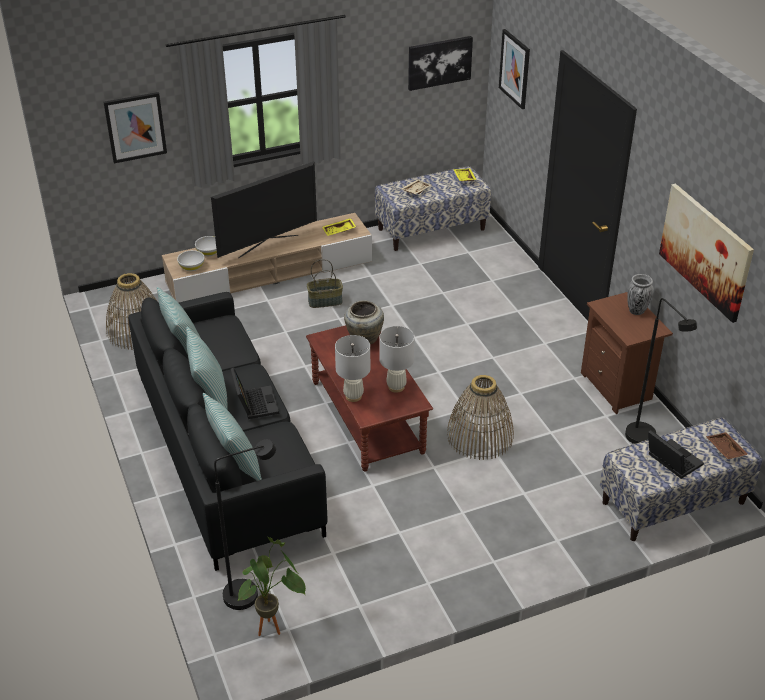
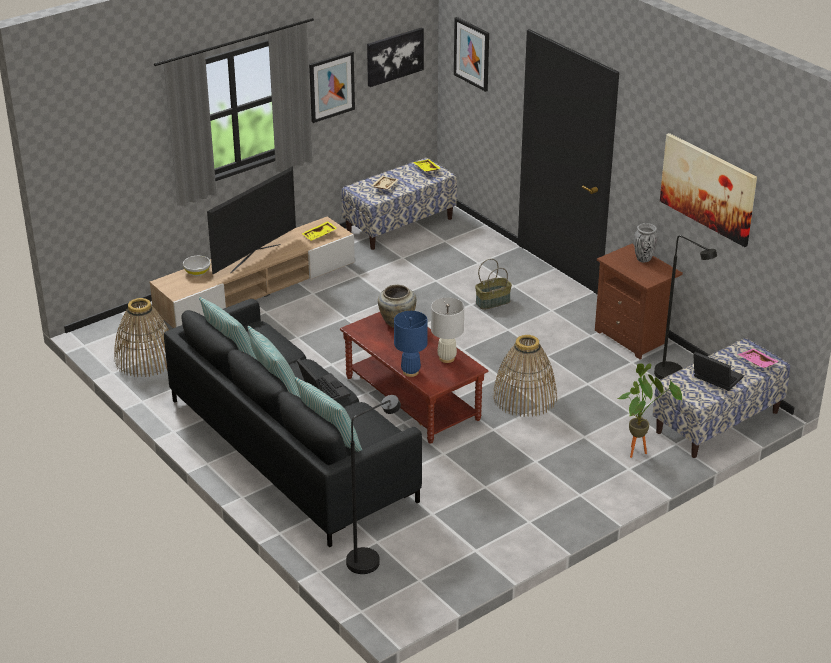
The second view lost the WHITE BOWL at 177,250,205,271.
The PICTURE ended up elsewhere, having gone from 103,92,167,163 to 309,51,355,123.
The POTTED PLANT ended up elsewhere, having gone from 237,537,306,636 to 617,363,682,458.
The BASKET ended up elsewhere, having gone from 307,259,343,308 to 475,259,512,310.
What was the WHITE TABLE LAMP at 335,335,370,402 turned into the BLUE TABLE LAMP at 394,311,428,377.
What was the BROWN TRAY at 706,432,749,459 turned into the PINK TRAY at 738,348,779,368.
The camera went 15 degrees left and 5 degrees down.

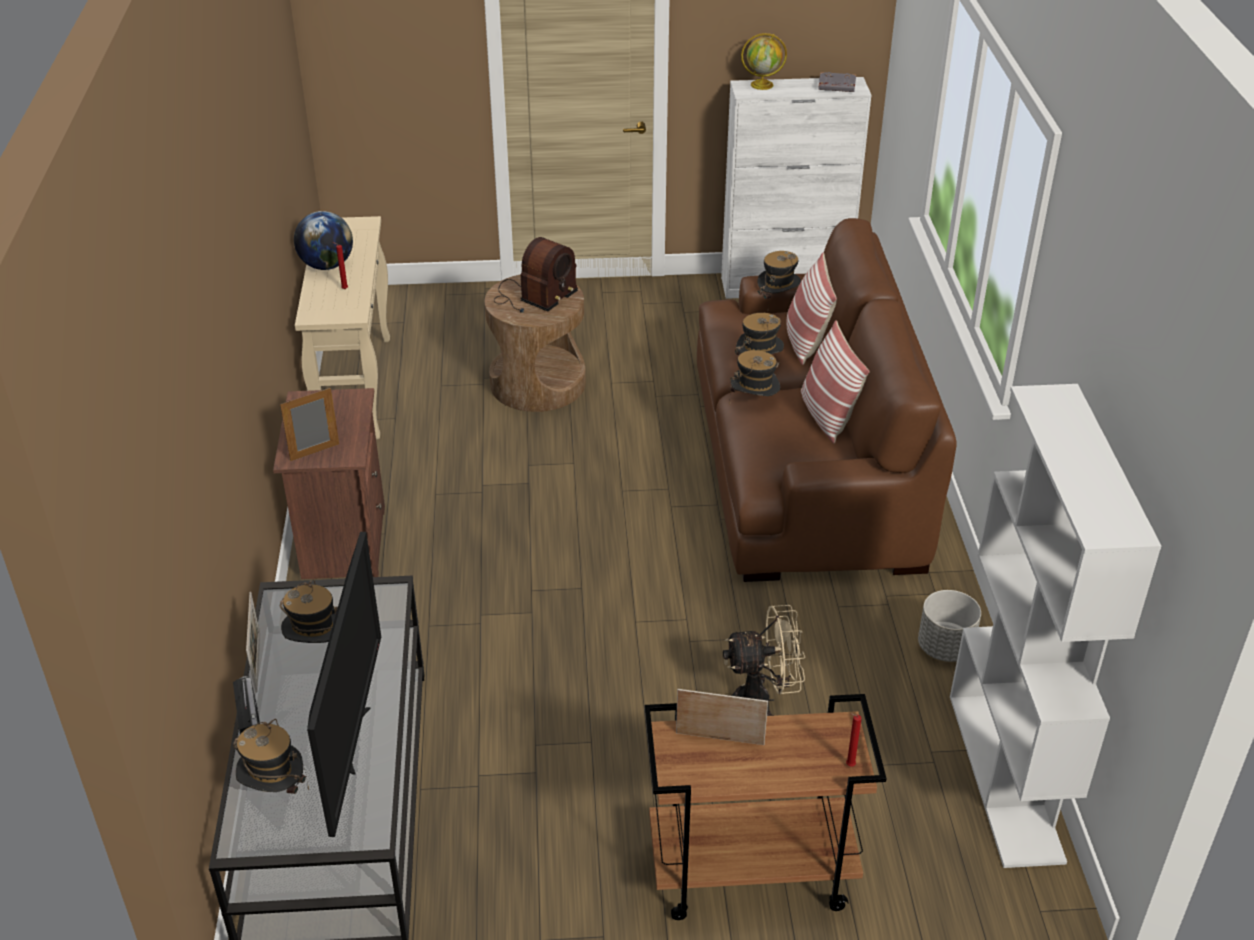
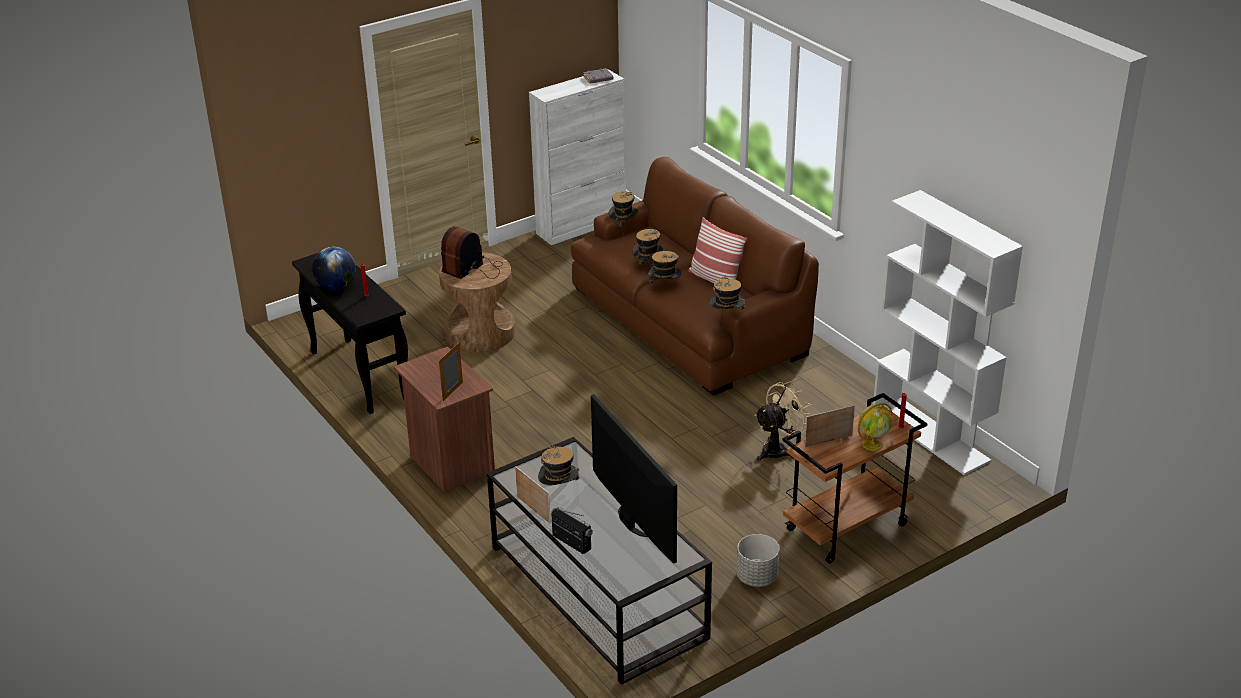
The second view lost the PILLOW at 787,253,837,365.
The HAT ended up elsewhere, having gone from 233,719,309,794 to 709,276,746,310.
The GLOBE ended up elsewhere, having gone from 741,33,787,90 to 858,402,892,451.
The GREY PLANTER ended up elsewhere, having gone from 918,590,981,662 to 737,534,780,587.
What was the BEIGE CONSOLE TABLE at 295,216,390,440 turned into the BLACK CONSOLE TABLE at 292,253,408,414.
The RADIO at 494,237,578,313 ended up facing another way, 150 degrees counterclockwise from before.
The camera went 30 degrees left and 5 degrees down.

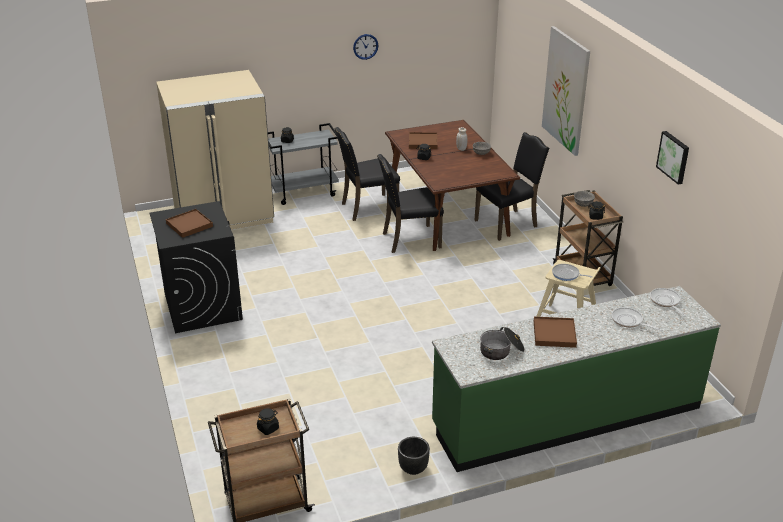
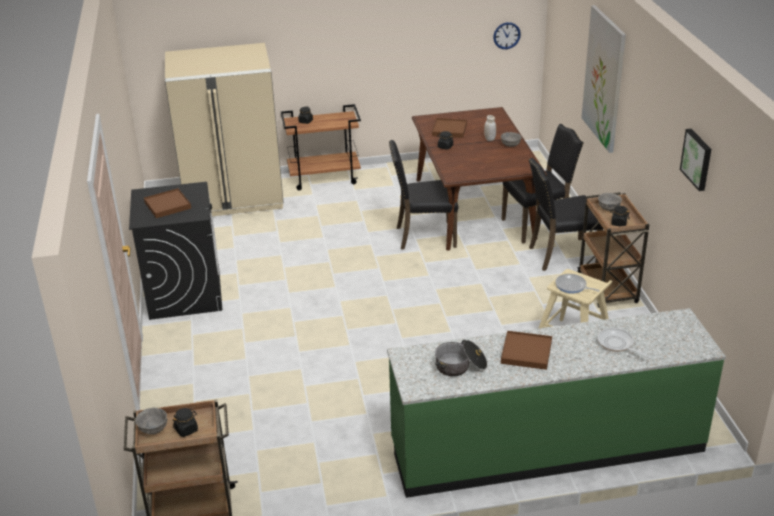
The second view lost the BLACK PLANTER at 398,437,430,475.
The second view lost the FRYING PAN at 650,288,686,317.
The second view gained the GREY BOWL at 135,408,167,434.
The BLACK CHAIR ended up elsewhere, having gone from 335,127,400,221 to 529,158,603,271.
The WALL CLOCK ended up elsewhere, having gone from 353,34,379,60 to 493,22,521,49.
What was the GREY CART at 268,123,339,205 turned into the BROWN CART at 281,104,361,190.
The camera went 10 degrees right and 0 degrees up.

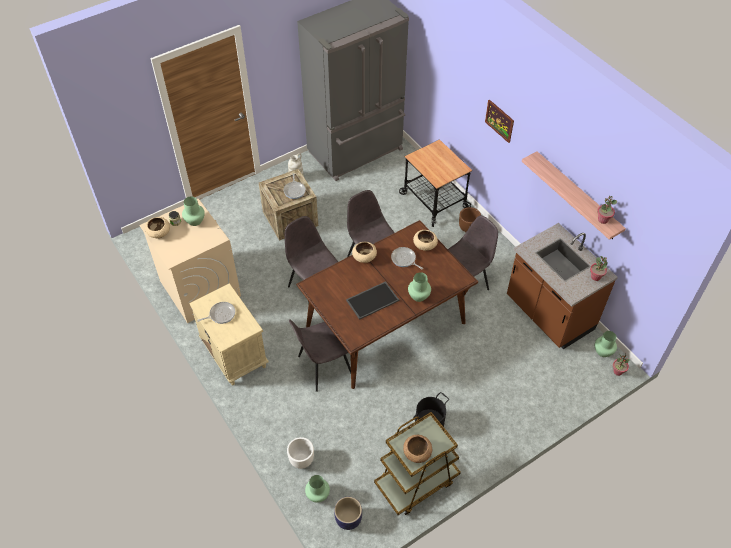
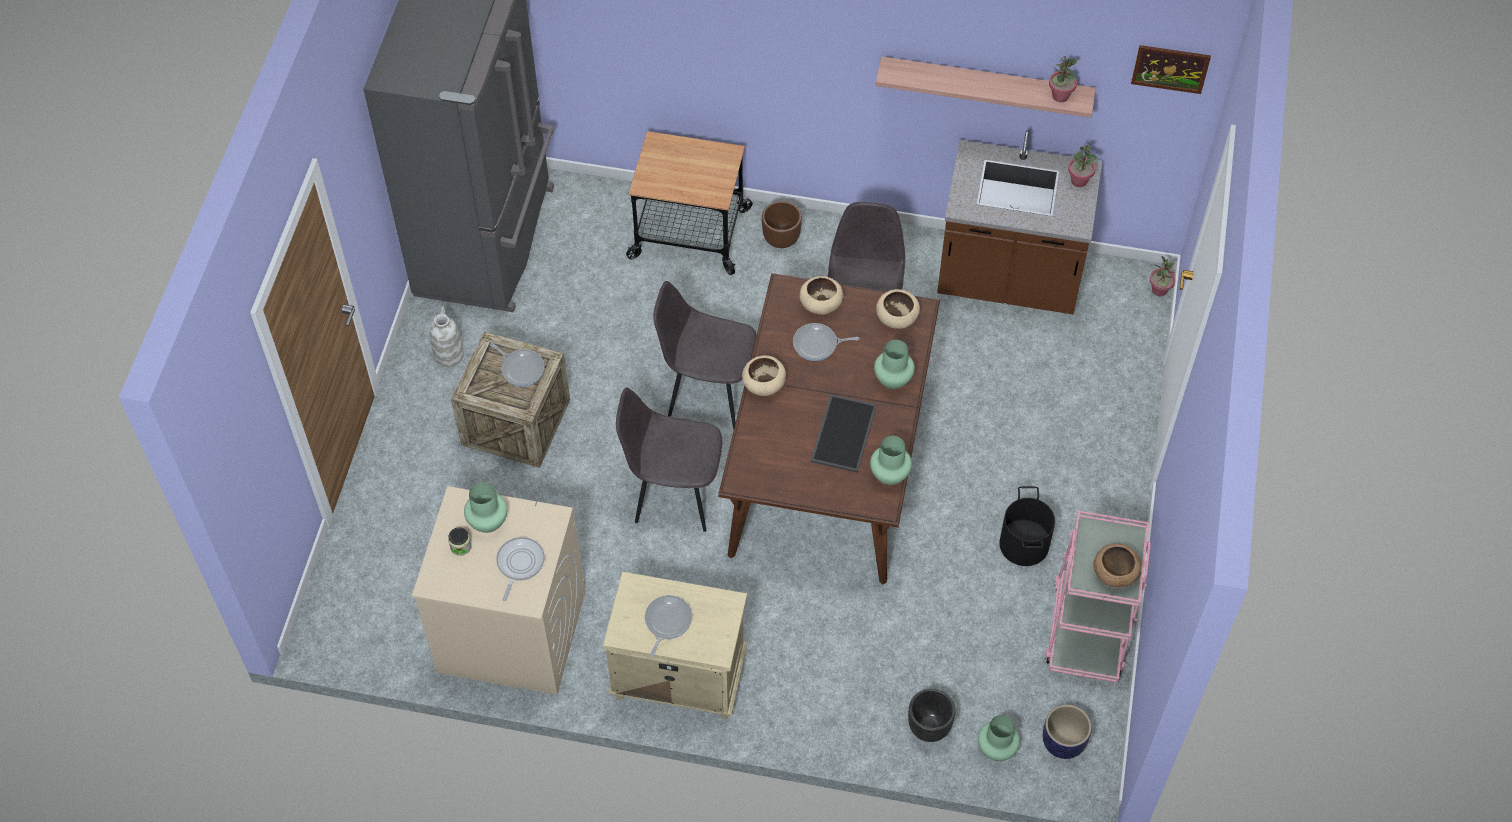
The second view lost the GREY CHAIR at 289,319,351,392.
The second view gained the FRYING PAN at 496,537,545,601.
The BEIGE BOWL ended up elsewhere, having gone from 145,217,170,239 to 876,289,920,329.
The PICTURE ended up elsewhere, having gone from 485,99,514,143 to 1131,45,1211,94.
The GREEN VASE ended up elsewhere, having gone from 595,331,617,357 to 870,436,912,485.
What was the WHITE PLANTER at 287,437,314,469 turned into the BLACK PLANTER at 908,688,955,742.
What was the BROWN CART at 374,412,461,515 turned into the PINK CART at 1045,511,1151,683.
The camera went 45 degrees left and 5 degrees up.

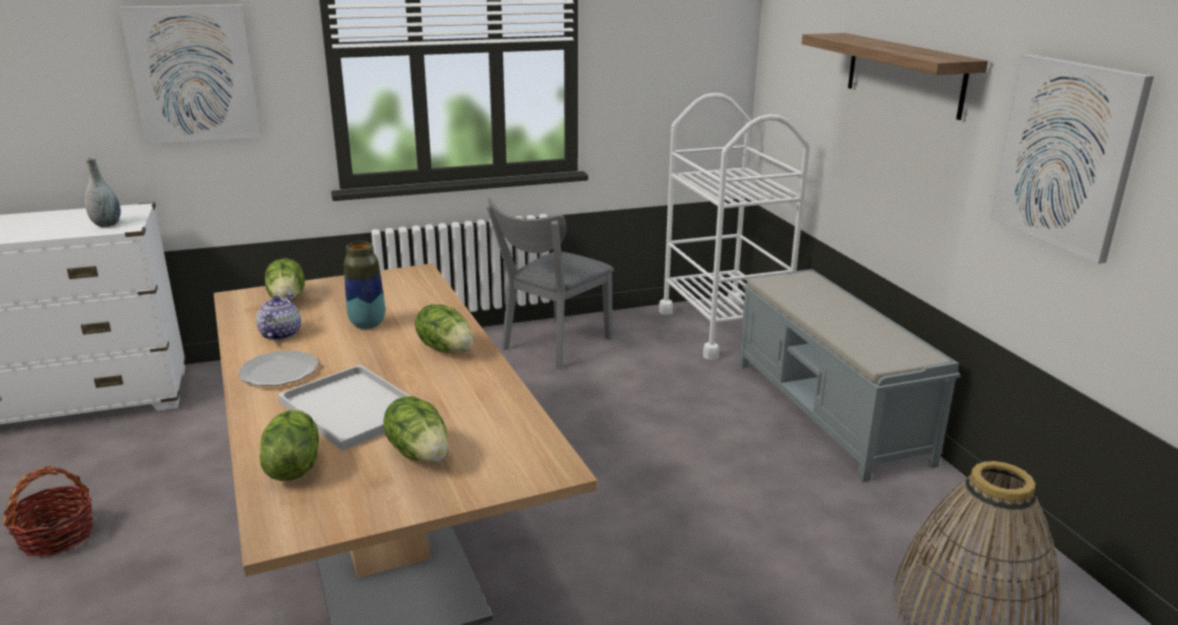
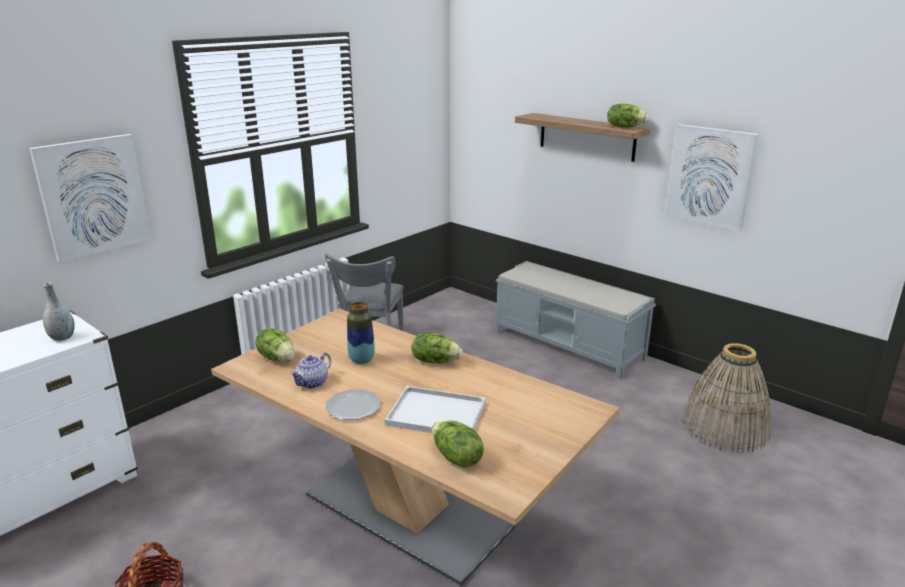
The second view lost the WHITE CART at 659,93,810,360.
The LETTUCE ended up elsewhere, having gone from 383,396,448,463 to 607,104,648,128.
The TEAPOT at 256,293,301,340 ended up facing another way, 120 degrees counterclockwise from before.
The camera went 30 degrees left and 0 degrees up.

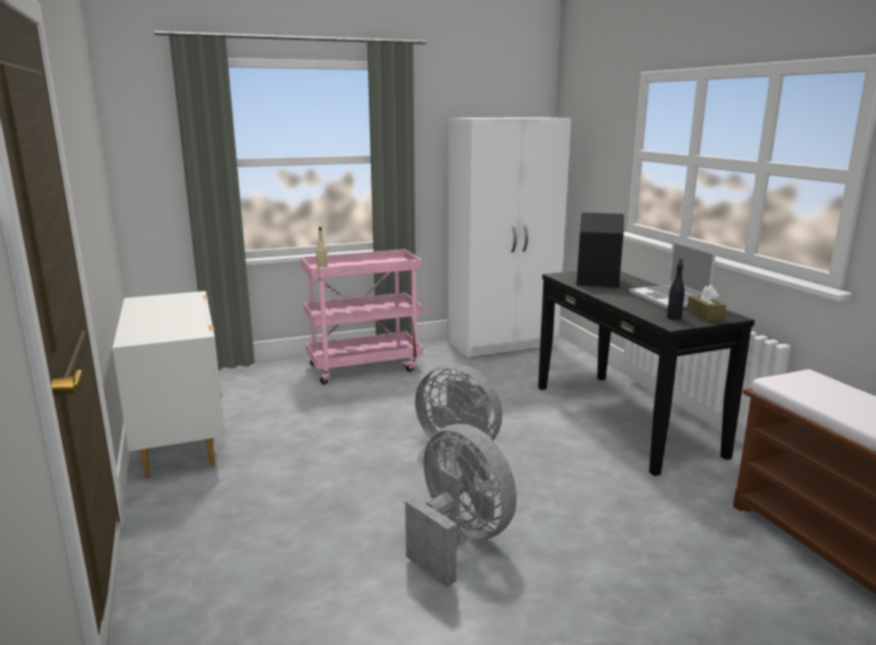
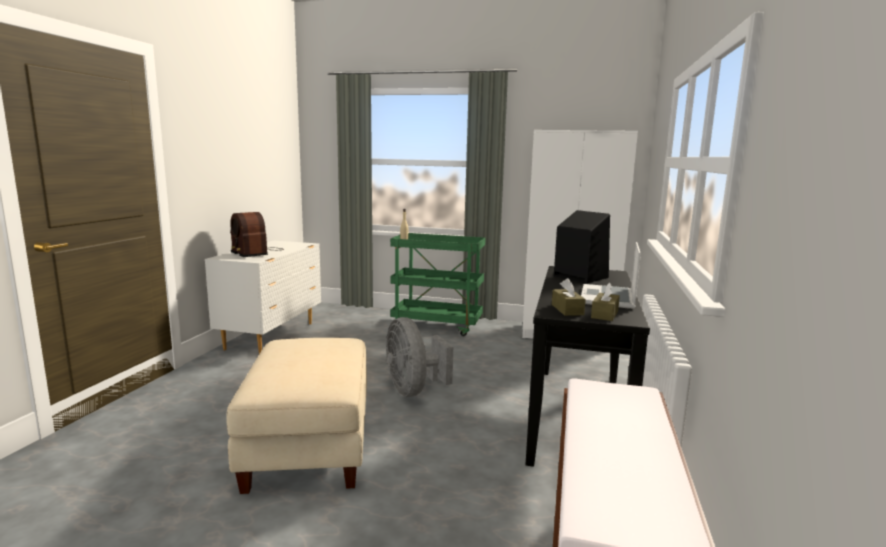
The second view gained the RADIO at 230,212,284,257.
Where the GREY FAN stood at 405,424,517,587, the BEIGE OTTOMAN came to stand at 226,338,367,494.
Where the BLACK BOTTLE stood at 667,258,685,320, the BROWN TISSUE BOX came to stand at 552,278,586,316.
What was the PINK CART at 301,249,423,385 turned into the GREEN CART at 390,233,486,336.
The camera went 35 degrees right and 5 degrees down.

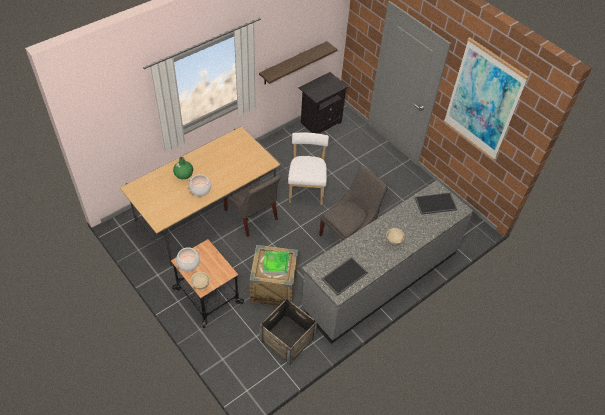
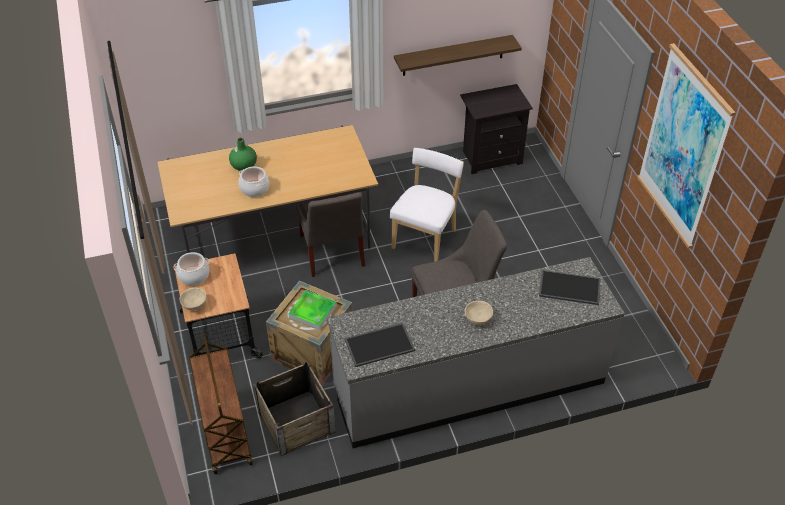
The second view gained the BROWN CART at 189,334,253,474.
The camera went 25 degrees right and 5 degrees down.

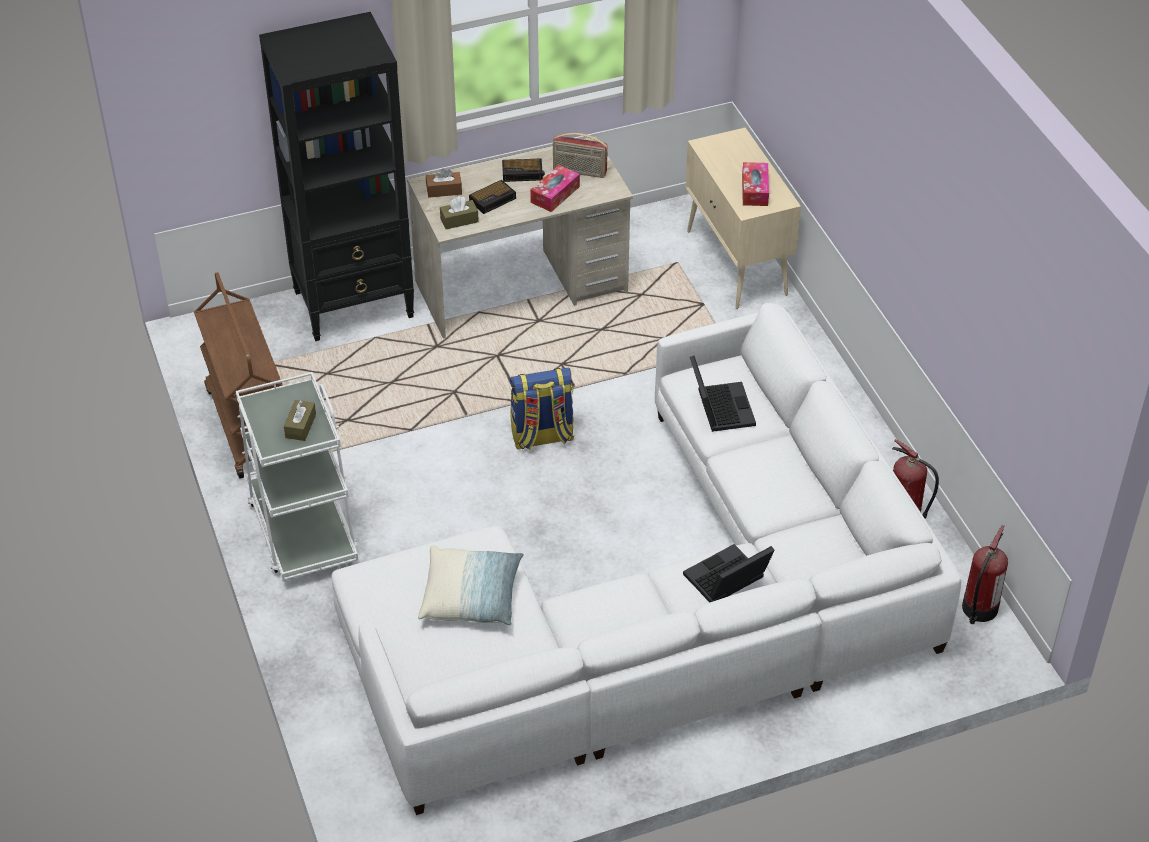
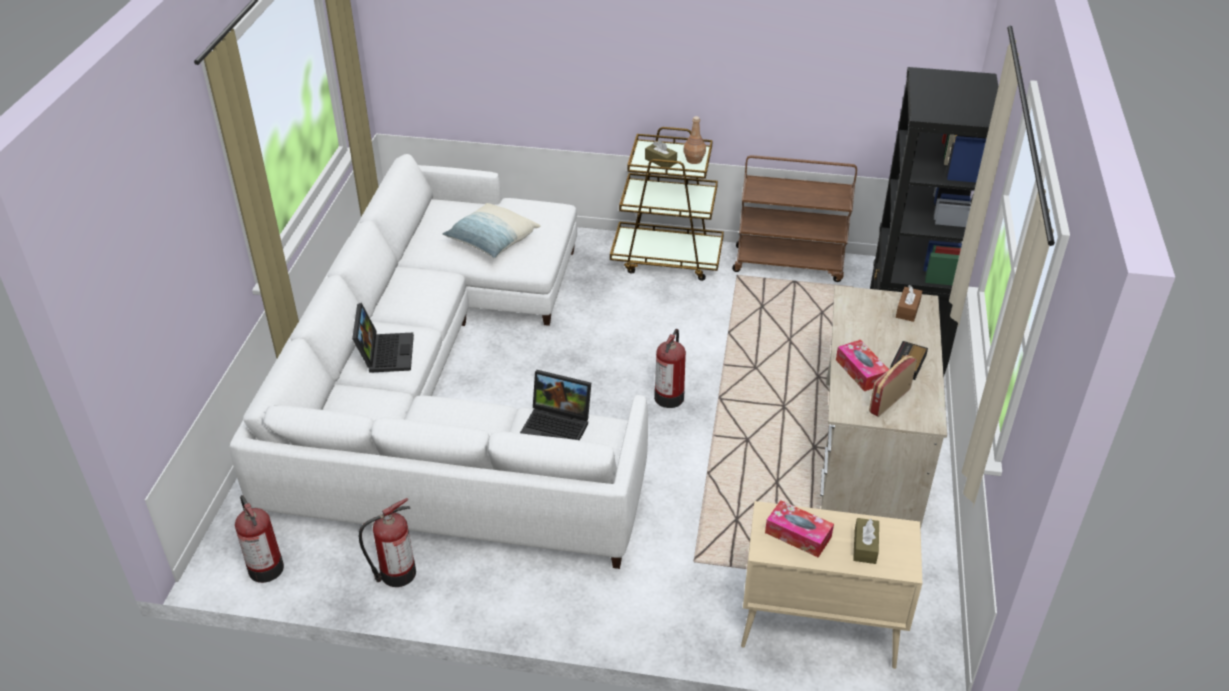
The second view lost the ALARM CLOCK at 469,180,516,214.
The second view gained the BROWN BOTTLE at 683,116,706,164.
The BROWN TISSUE BOX ended up elsewhere, having gone from 440,196,479,229 to 853,518,879,564.
Where the BACKPACK stood at 510,368,574,450, the FIRE EXTINGUISHER came to stand at 654,329,686,408.
What was the WHITE CART at 236,372,358,581 turned into the BROWN CART at 610,127,724,281.
The camera went 120 degrees right and 5 degrees down.

